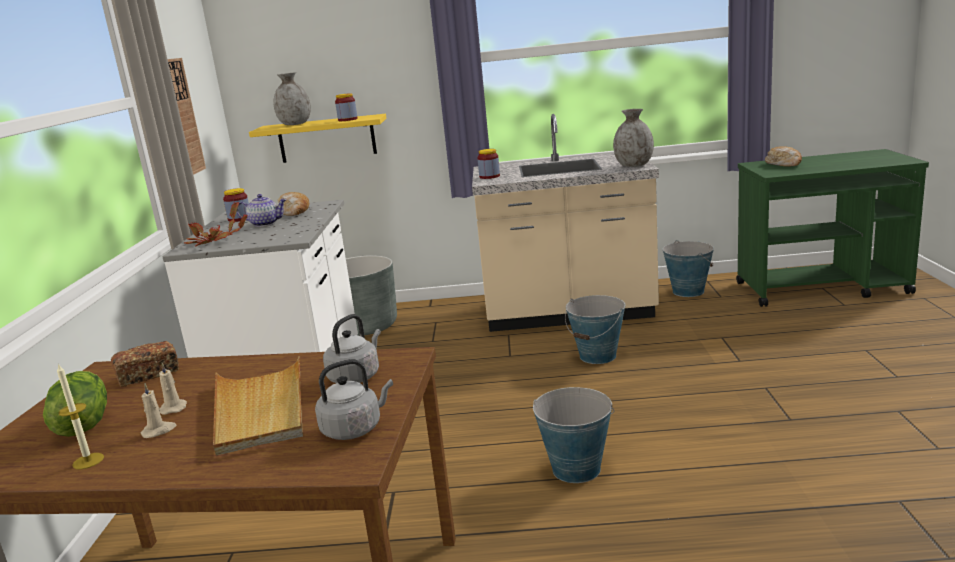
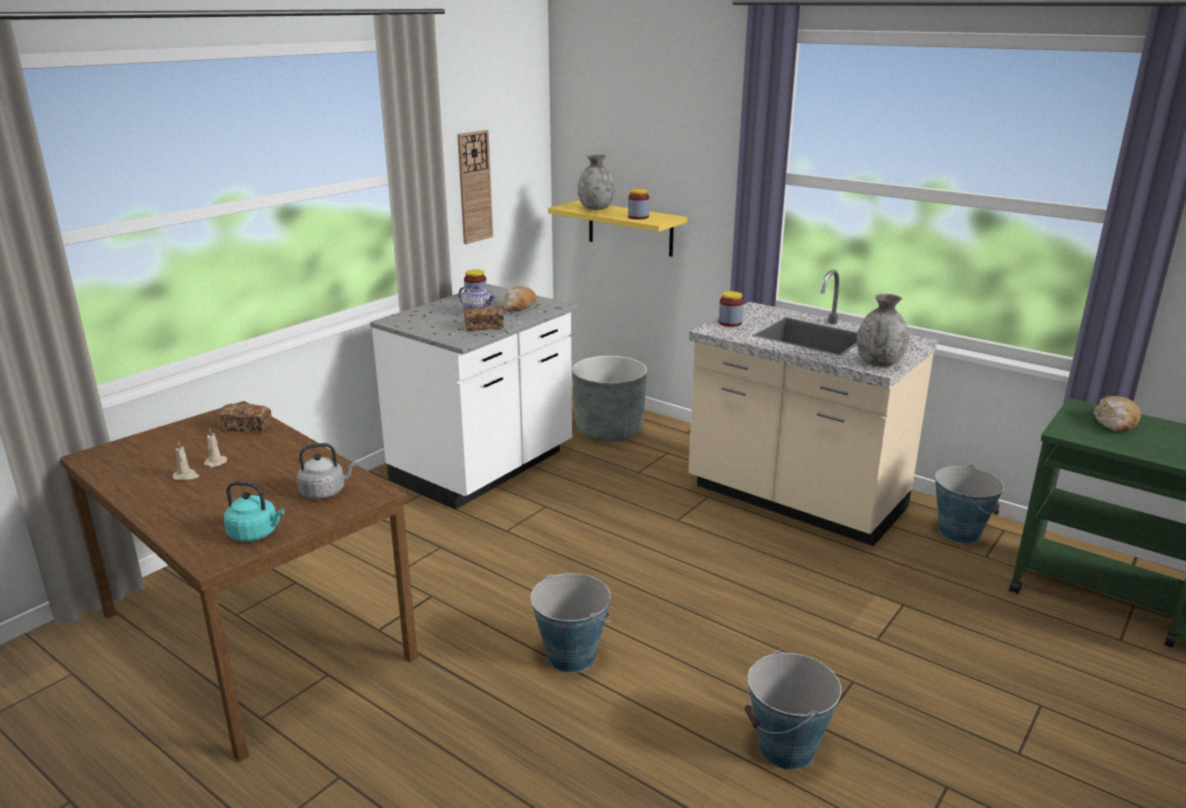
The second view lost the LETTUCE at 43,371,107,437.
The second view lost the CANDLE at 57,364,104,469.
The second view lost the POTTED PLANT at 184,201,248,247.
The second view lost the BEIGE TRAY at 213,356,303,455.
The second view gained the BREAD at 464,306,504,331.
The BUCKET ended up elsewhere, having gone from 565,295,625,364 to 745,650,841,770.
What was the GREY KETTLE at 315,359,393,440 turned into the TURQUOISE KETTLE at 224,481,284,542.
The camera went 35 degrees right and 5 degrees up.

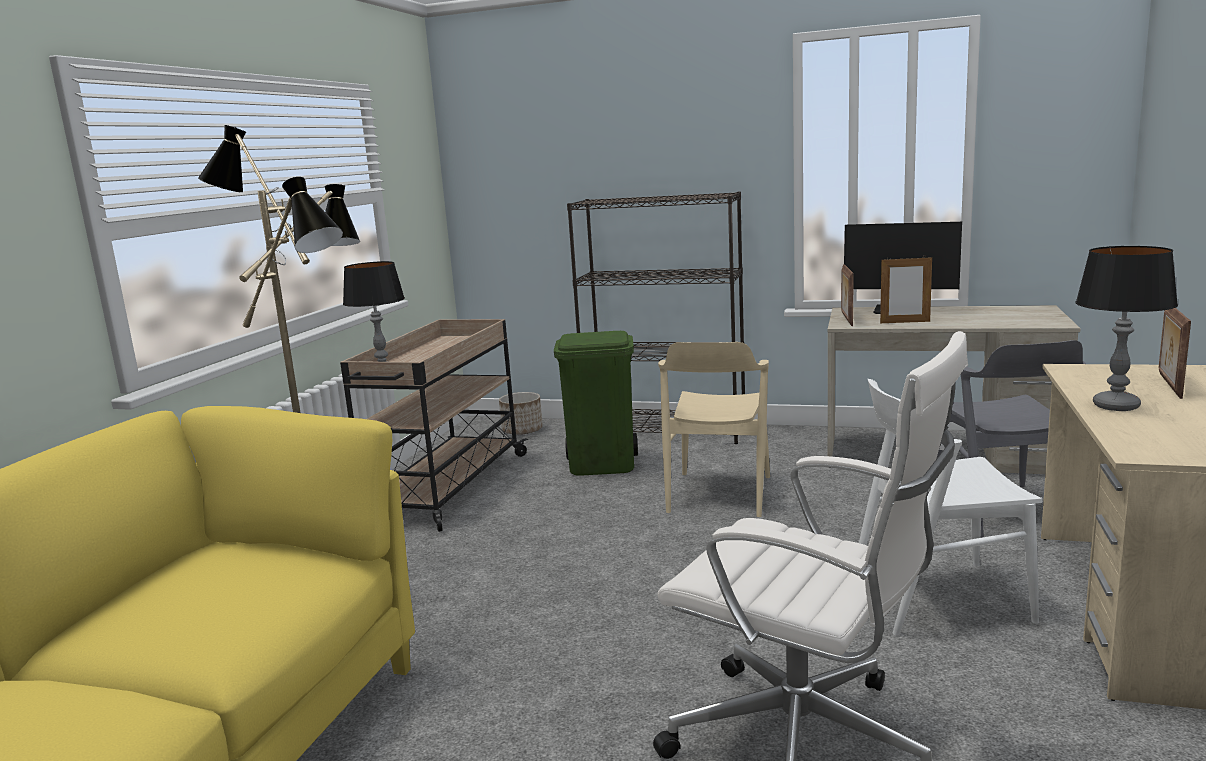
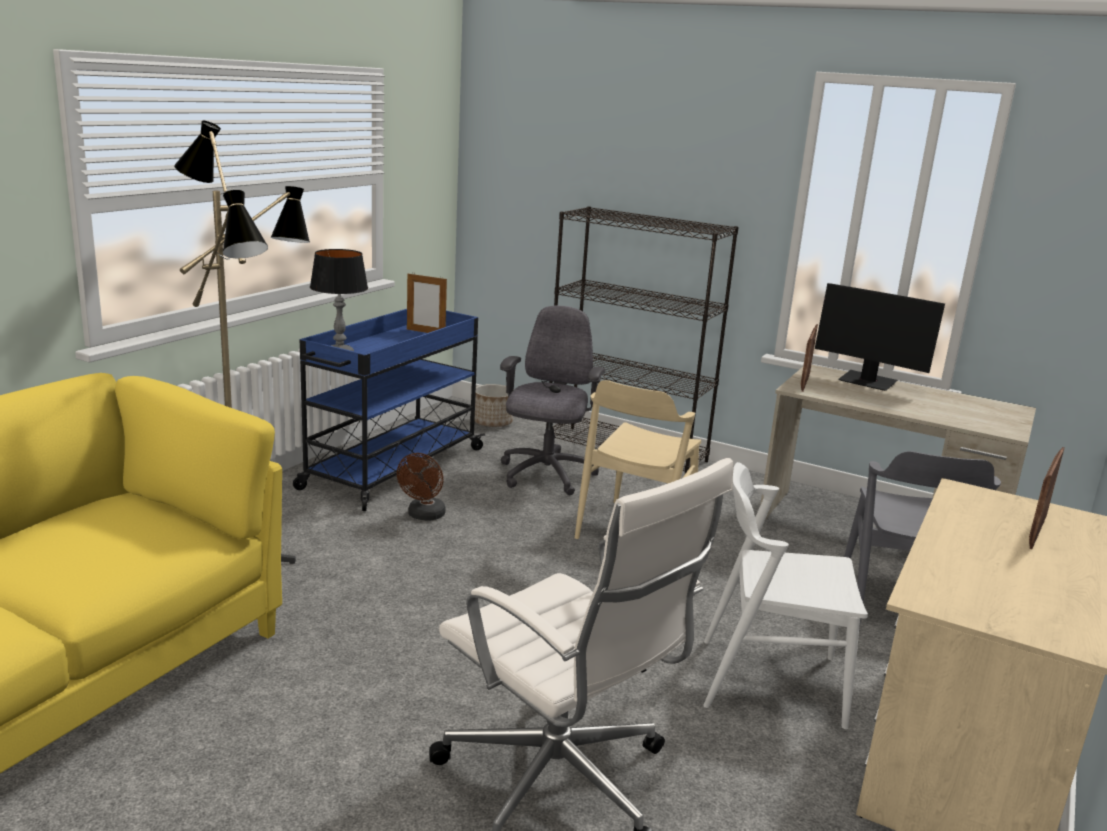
The second view lost the TABLE LAMP at 1075,246,1178,411.
The second view gained the BROWN FAN at 397,453,446,521.
The PICTURE FRAME ended up elsewhere, having gone from 880,255,932,323 to 407,273,447,333.
Where the GREEN TRASH CAN stood at 554,331,638,476, the GREY OFFICE CHAIR came to stand at 500,306,605,495.
What was the BEIGE CART at 340,319,528,532 turned into the BLUE CART at 293,309,485,511.
The camera went 10 degrees right and 5 degrees up.

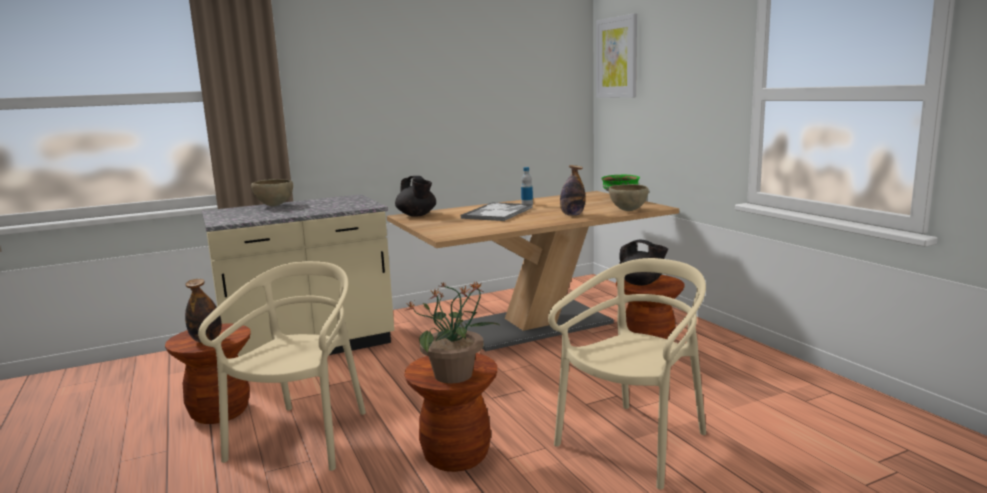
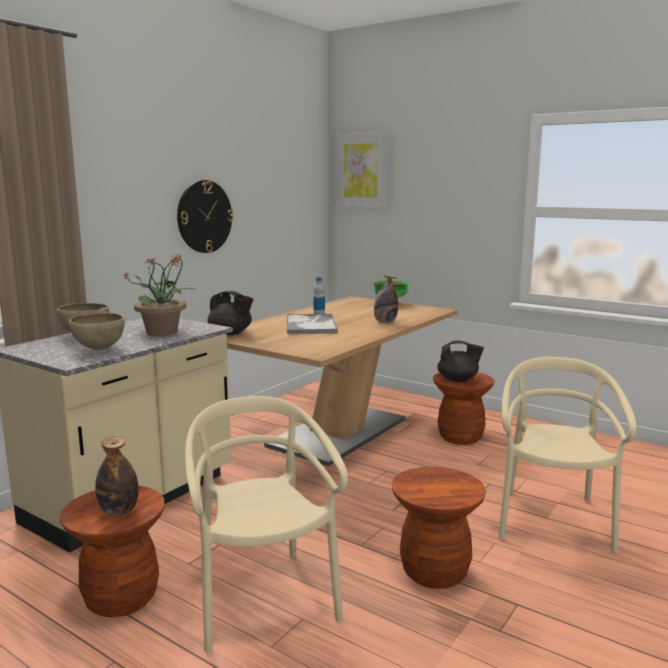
The second view gained the WALL CLOCK at 177,180,234,253.
The POTTED PLANT ended up elsewhere, having gone from 405,281,499,383 to 124,253,196,336.
The BROWN BOWL ended up elsewhere, having gone from 609,184,649,211 to 68,313,125,350.
The camera went 30 degrees left and 0 degrees up.

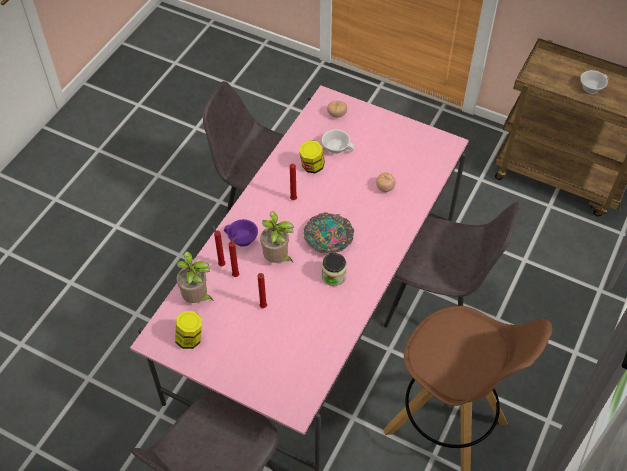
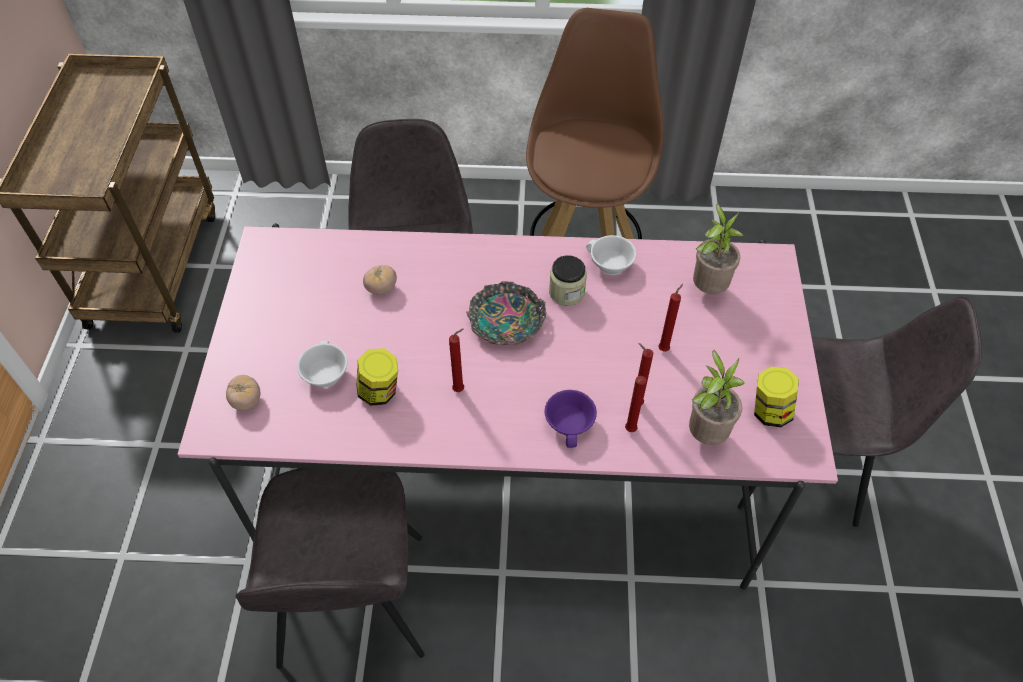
The POTTED PLANT ended up elsewhere, having gone from 260,211,294,263 to 693,204,744,294.
The WHITE CUP ended up elsewhere, having gone from 580,70,609,94 to 586,235,636,275.
The camera went 115 degrees left and 0 degrees up.

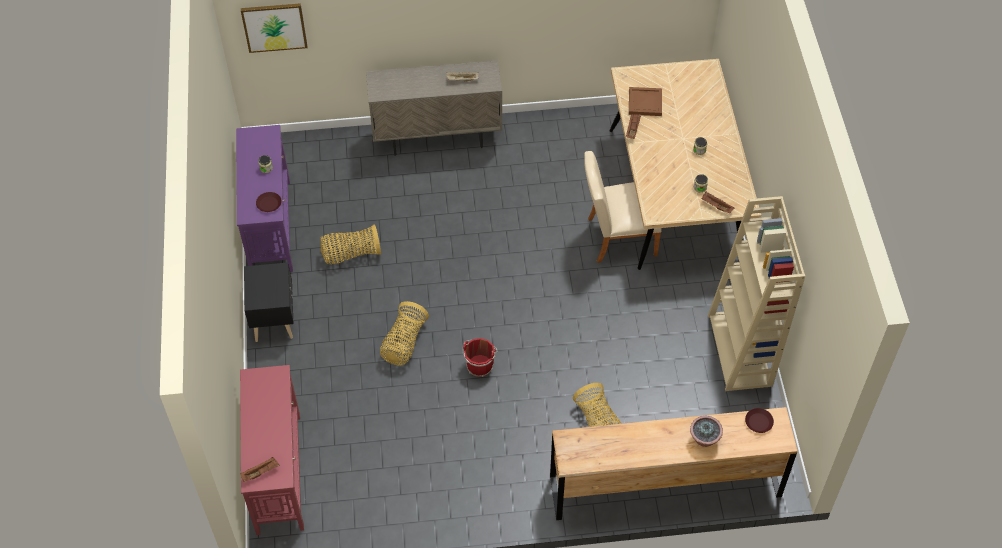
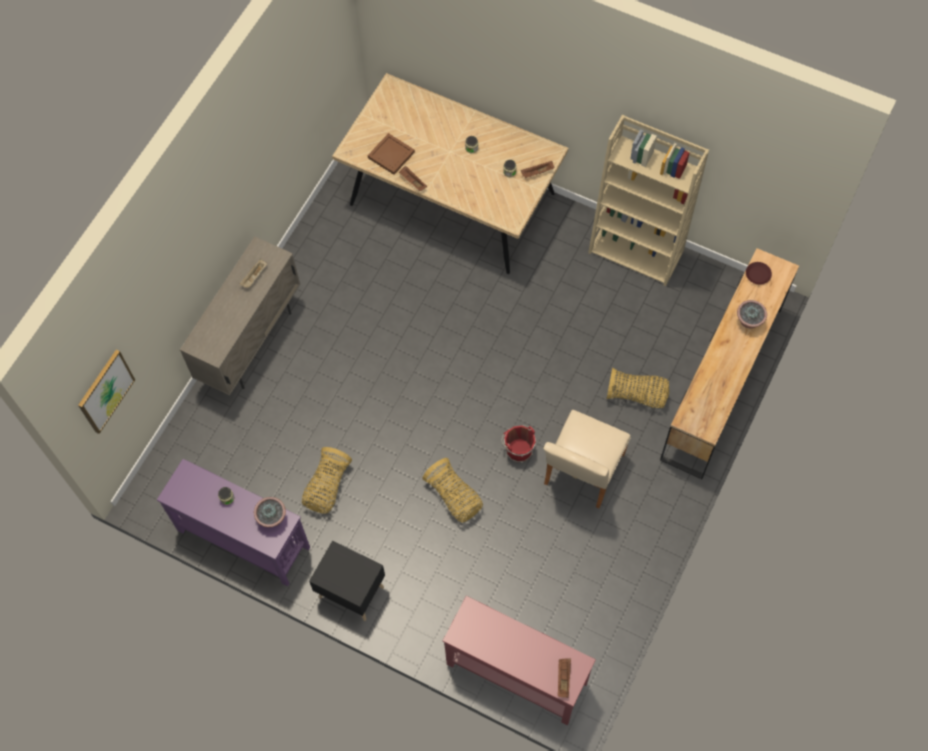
The BEIGE CHAIR ended up elsewhere, having gone from 584,151,662,263 to 543,410,631,508.
Where the BROWN PLATE stood at 256,192,282,212, the POTTED PLANT came to stand at 254,497,286,527.
The camera went 55 degrees left and 10 degrees up.

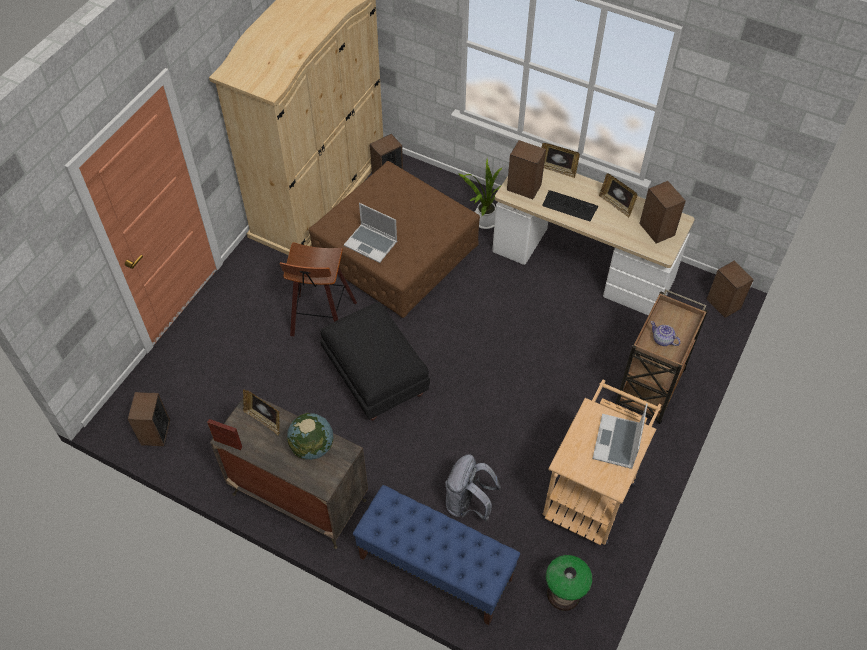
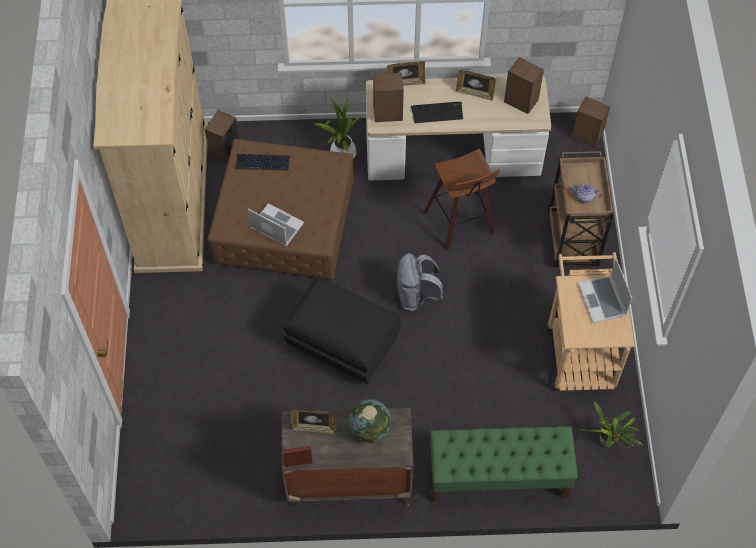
The second view lost the SPEAKER at 128,392,170,446.
The second view gained the KEYBOARD at 236,154,290,171.
The STOOL ended up elsewhere, having gone from 280,242,357,336 to 424,149,500,250.
The GREY BACKPACK ended up elsewhere, having gone from 445,454,501,521 to 397,253,443,311.
Where the TABLE LAMP stood at 546,555,592,611, the POTTED PLANT came to stand at 580,402,643,448.
What was the BLUE BENCH at 353,485,520,625 turned into the GREEN BENCH at 430,426,578,502.
The LAPTOP at 344,203,397,263 ended up facing another way, 150 degrees counterclockwise from before.
The camera went 30 degrees left and 5 degrees up.

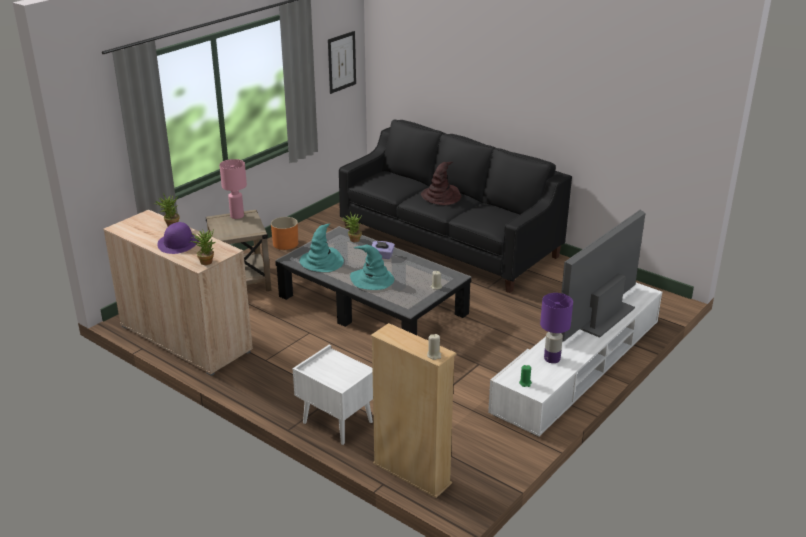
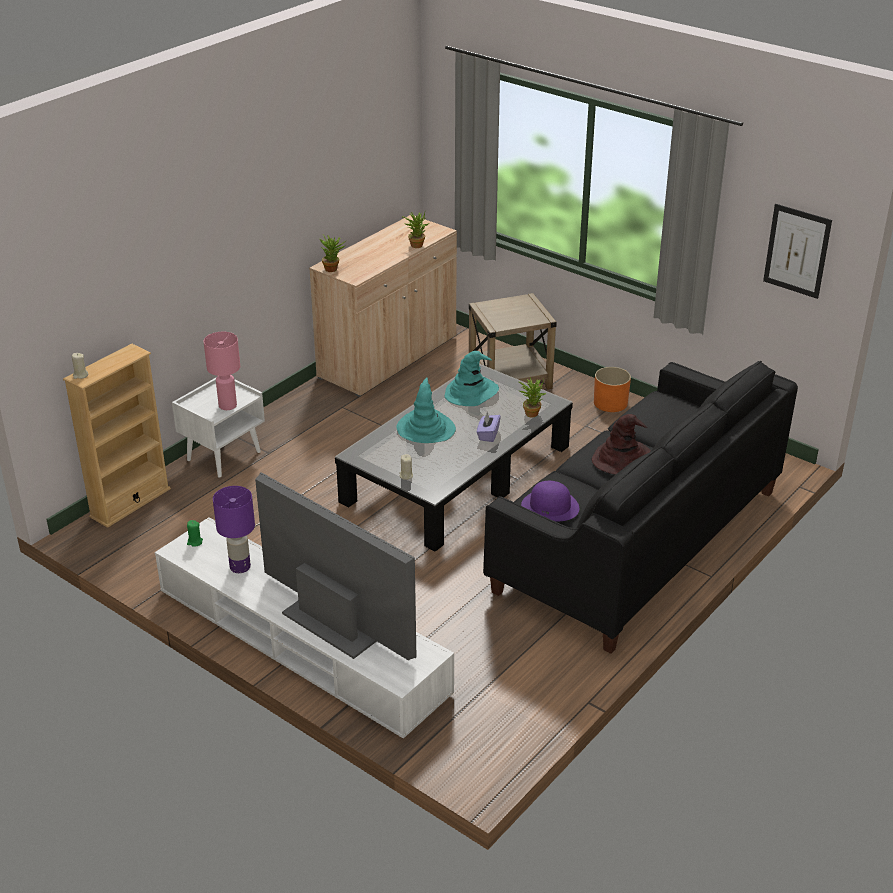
The PURPLE HAT ended up elsewhere, having gone from 157,222,199,254 to 521,481,579,521.
The PINK TABLE LAMP ended up elsewhere, having gone from 219,159,247,219 to 204,332,240,410.
The camera went 90 degrees right and 5 degrees up.

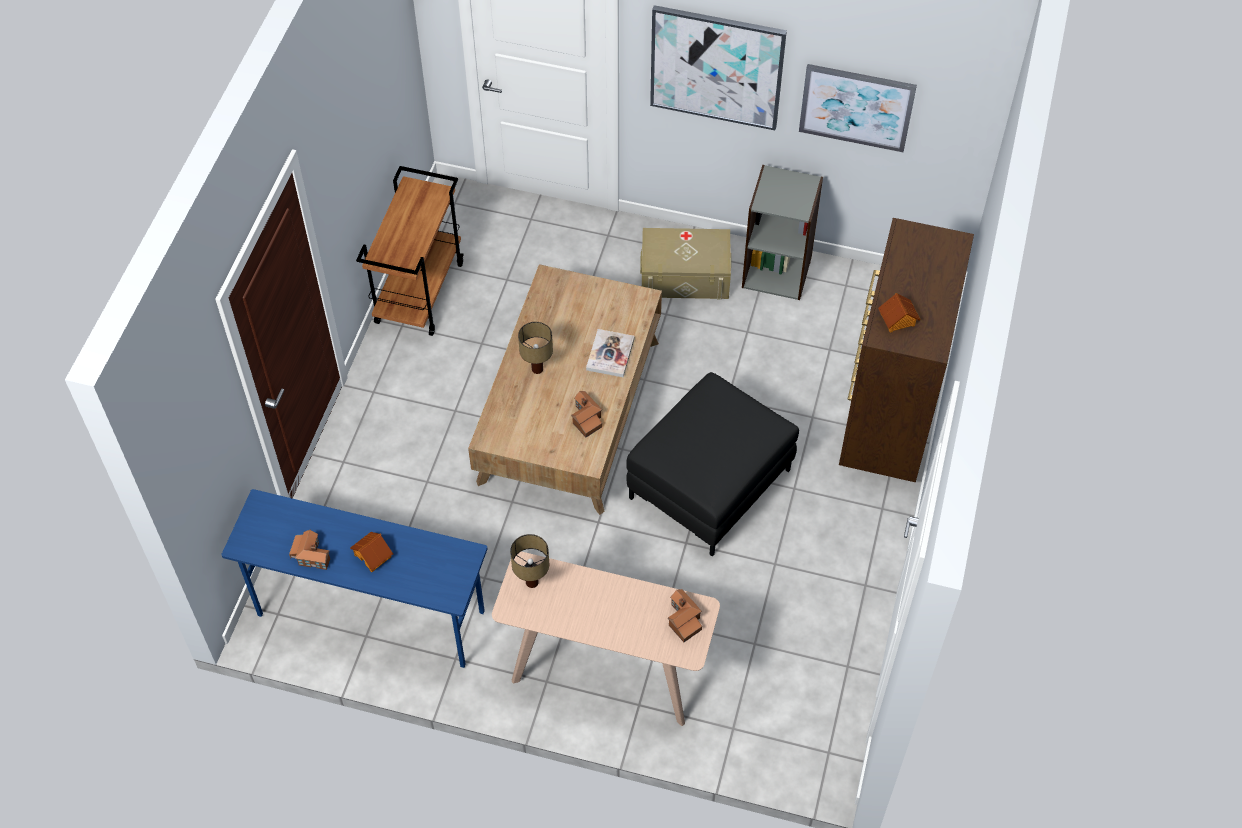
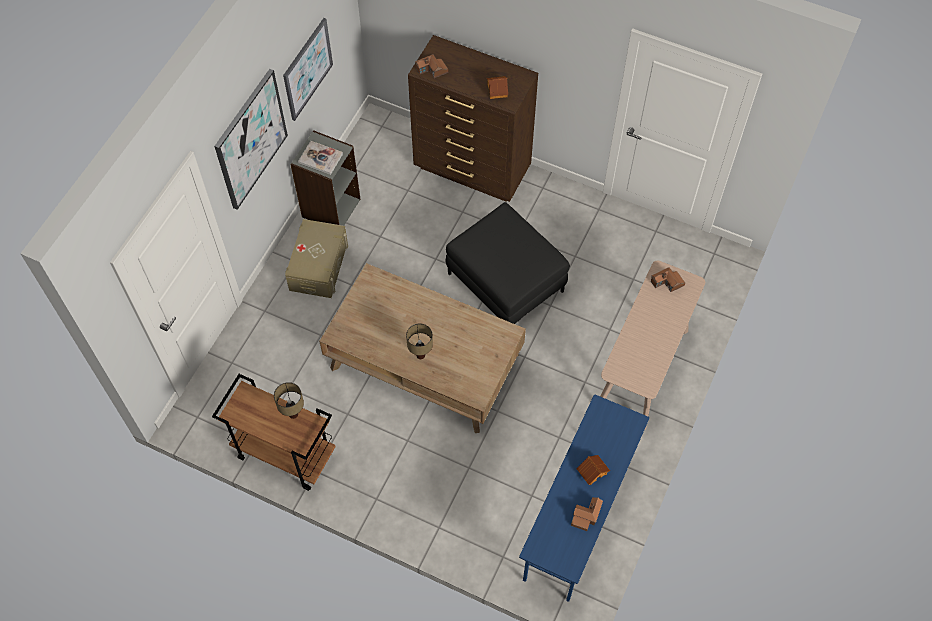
The TABLE LAMP ended up elsewhere, having gone from 510,534,549,588 to 274,382,304,419.
The TOY HOUSE ended up elsewhere, having gone from 571,391,602,437 to 415,54,448,78.
The BOOK ended up elsewhere, having gone from 586,329,635,377 to 298,141,343,175.
The camera went 80 degrees left and 5 degrees up.

